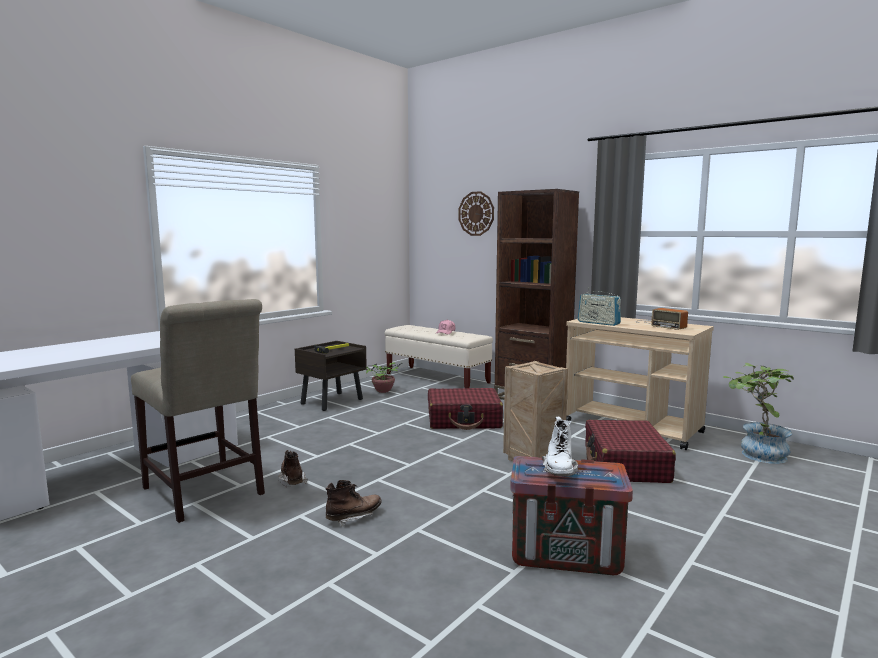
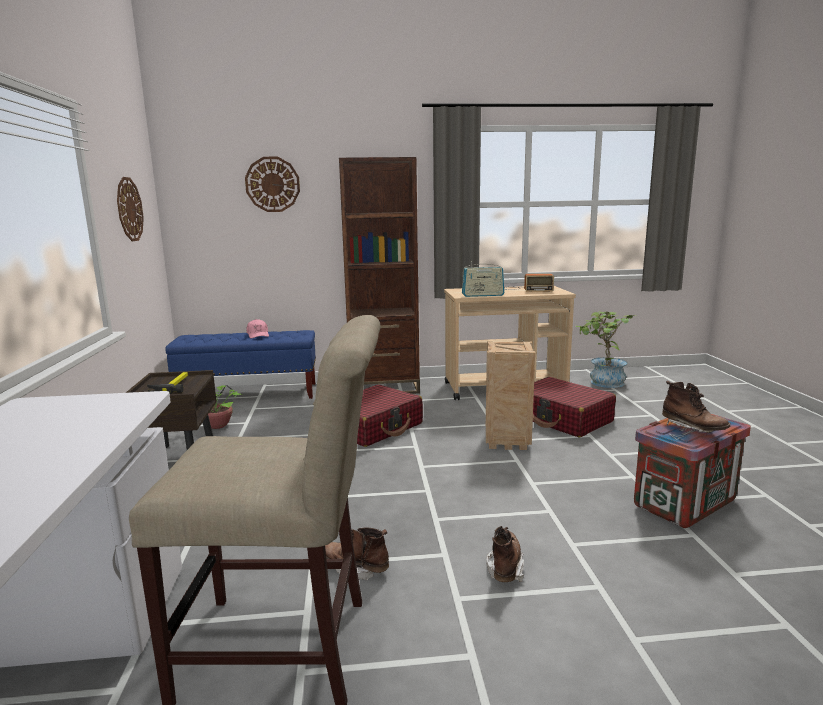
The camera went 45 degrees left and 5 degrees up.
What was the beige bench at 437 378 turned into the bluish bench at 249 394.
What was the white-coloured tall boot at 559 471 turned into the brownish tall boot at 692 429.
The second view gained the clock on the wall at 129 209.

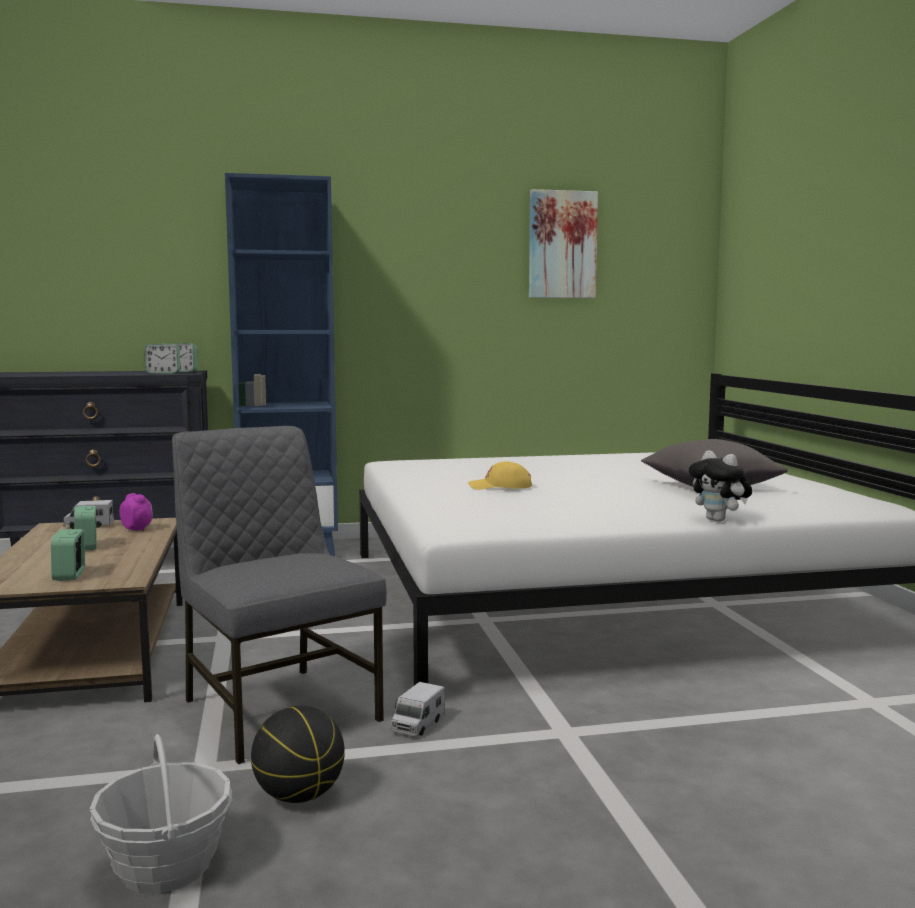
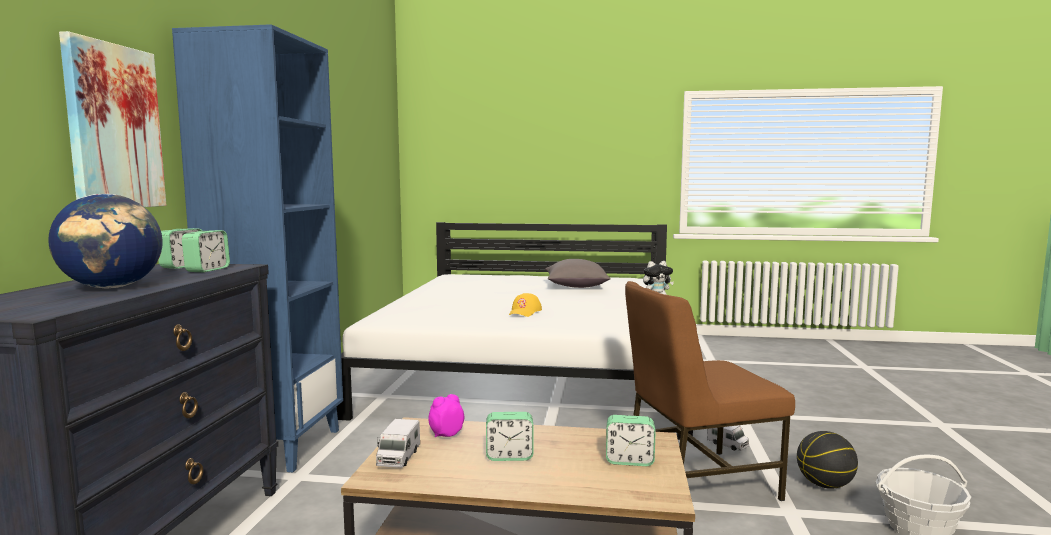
The camera went 70 degrees left and 0 degrees up.
What was the gray plain chair at 277 709 turned into the brownish plain chair at 697 482.
The picture ended up elsewhere, having gone from 562 245 to 113 127.
The second view gained the desk globe at 112 287.

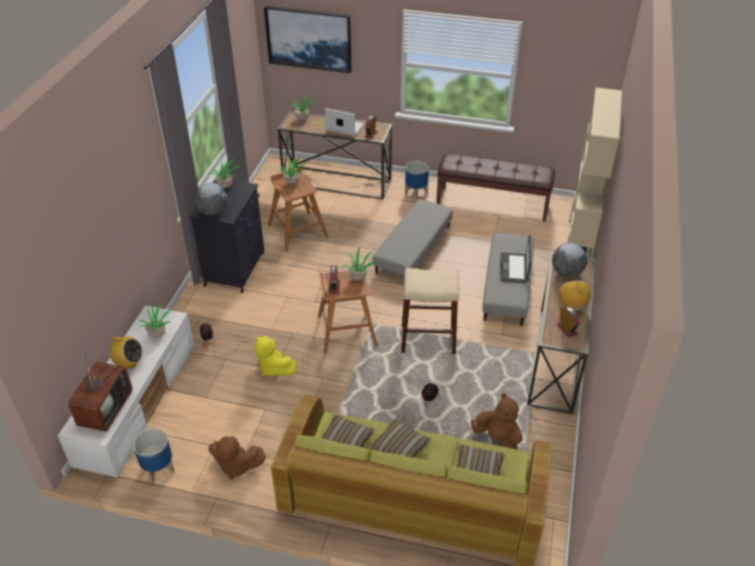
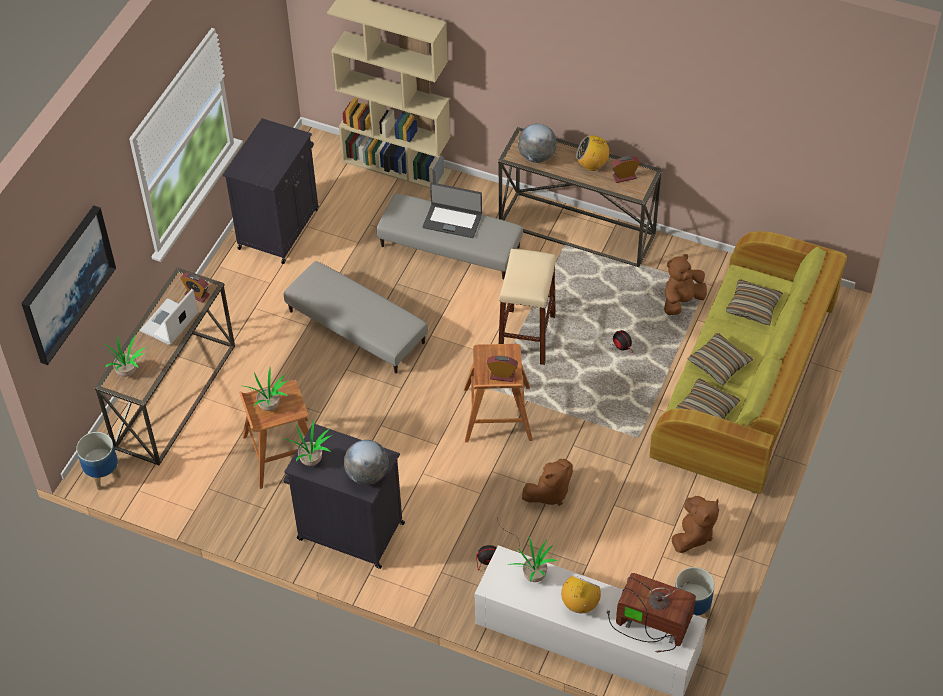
The camera went 80 degrees left and 10 degrees up.
What was the yellowish soft toy at 274 368 turned into the brownish soft toy at 549 493.
The second view lost the potted plant at 358 278.
The flower pot ended up elsewhere, having gone from 416 193 to 102 474.
Where the brownish bench stood at 493 203, the blackish storage cabinet came to stand at 279 227.

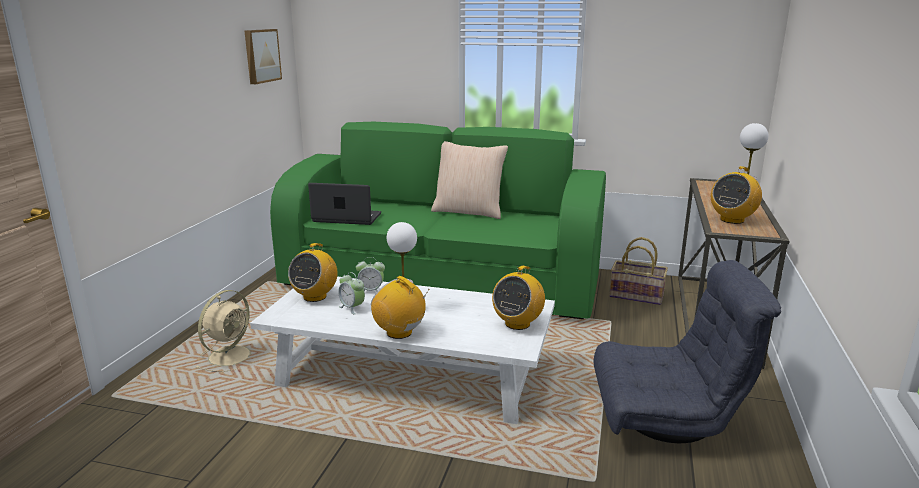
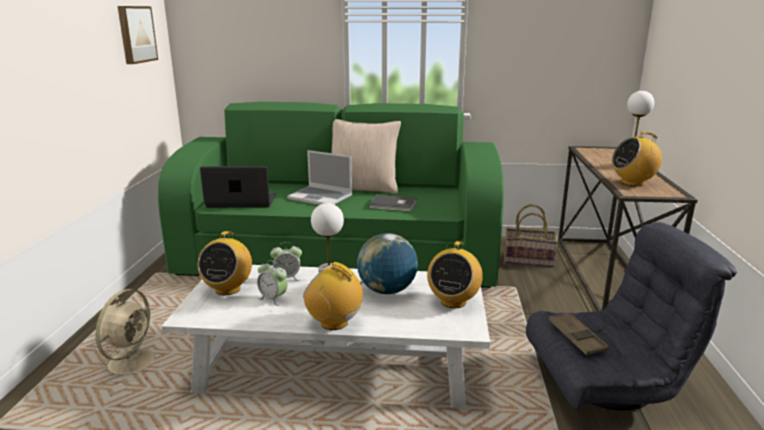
The camera went 10 degrees left and 0 degrees up.
The radio set at 732 220 ended up facing another way, 45 degrees clockwise from before.
The second view gained the notebook computer at 321 197.
The second view gained the desk globe at 387 290.
The second view gained the gray volume at 393 205.
The second view gained the brownish carrying tray at 576 337.

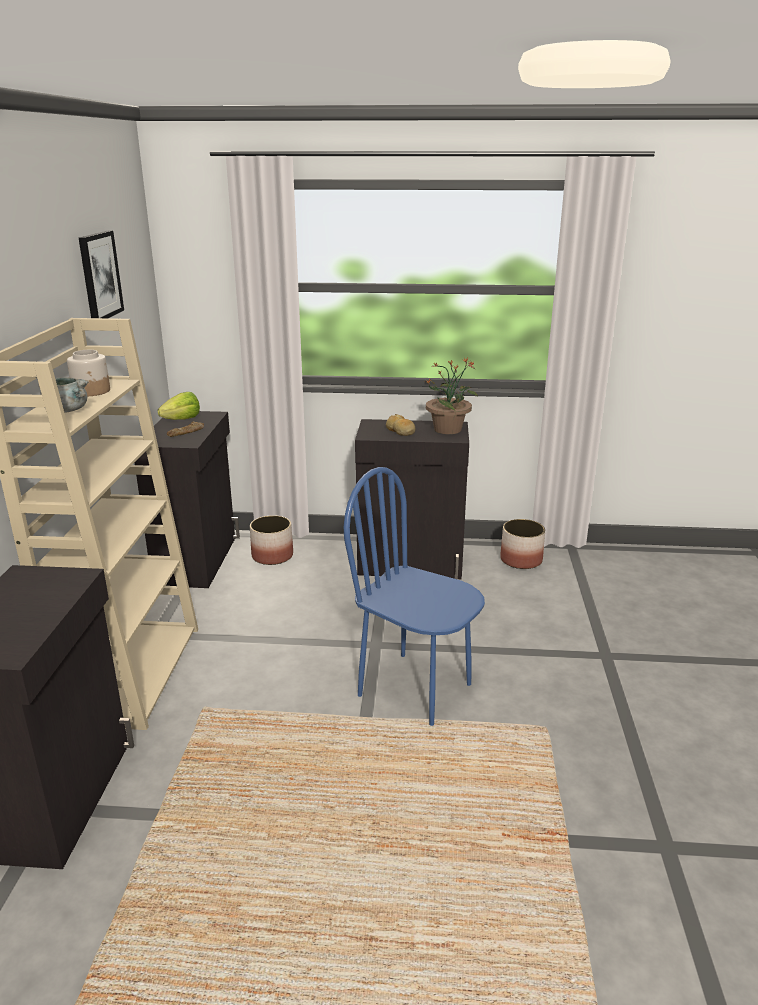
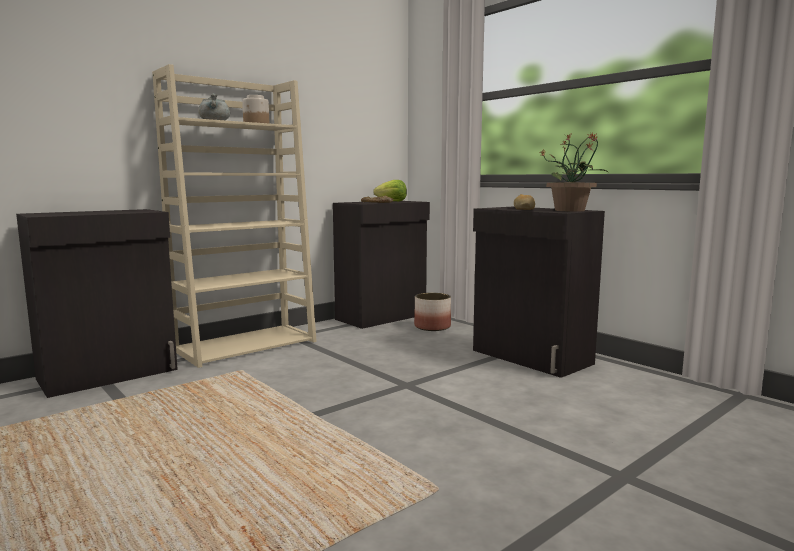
The camera went 45 degrees right and 15 degrees down.
The second view lost the picture at 100 276.
The second view lost the bluish plain chair at 415 689.
The second view lost the flower pot at 521 560.

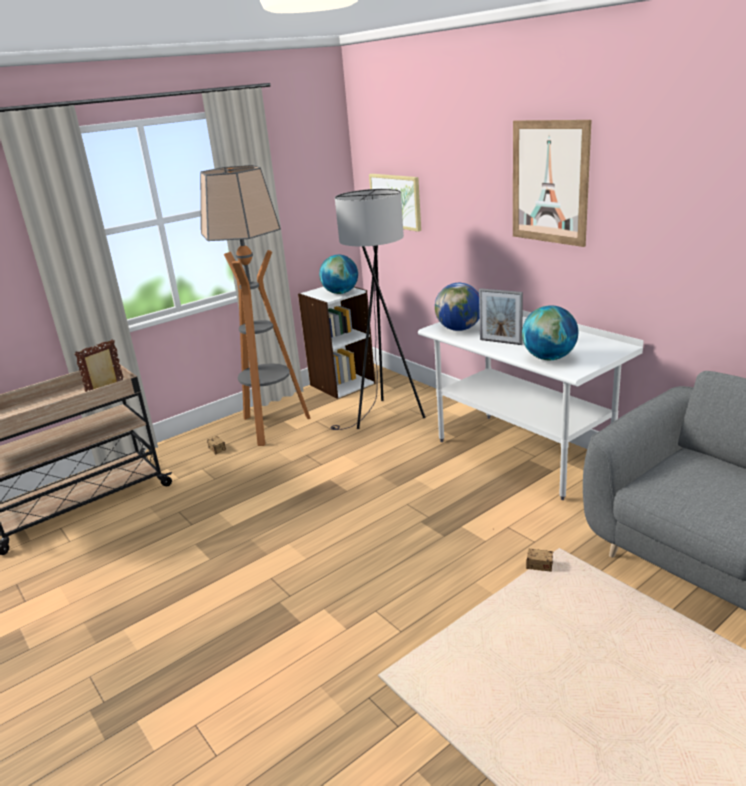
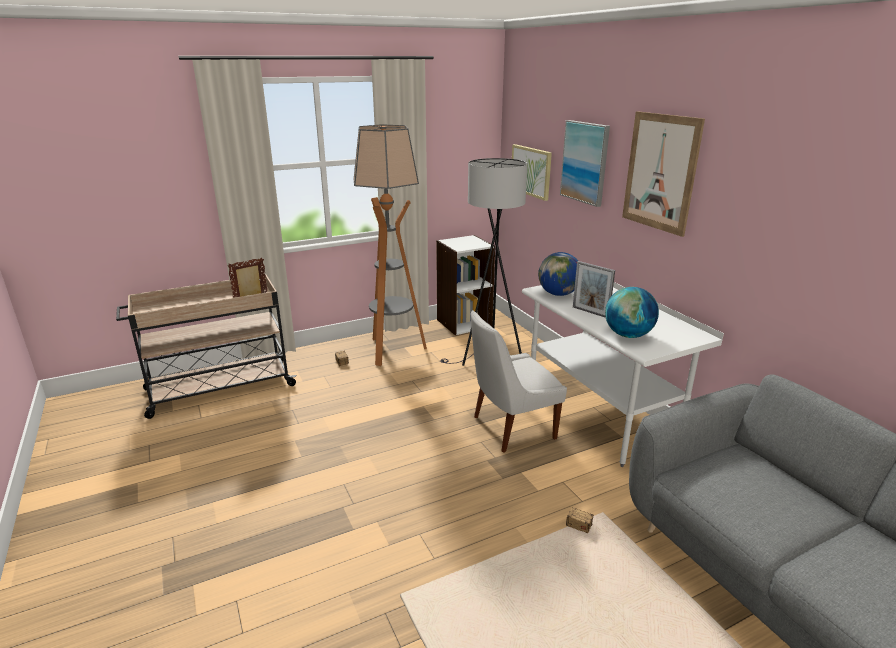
The camera went 10 degrees right and 0 degrees up.
The second view lost the desk globe at 340 293.
The second view gained the white-coloured plain chair at 510 428.
The second view gained the picture at 585 162.

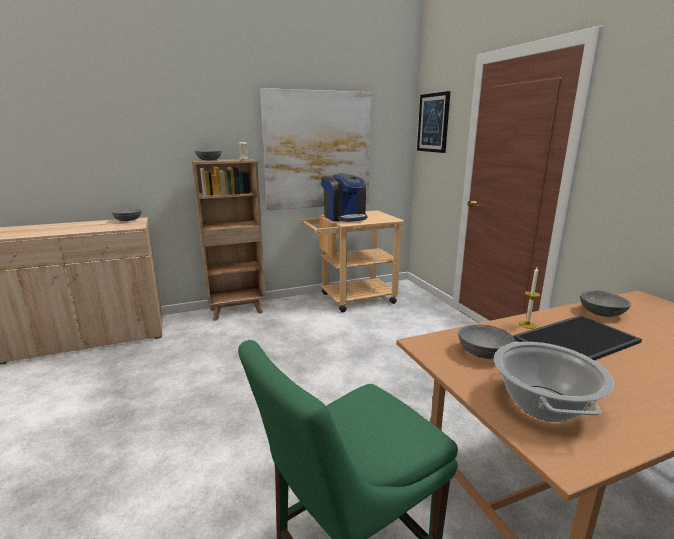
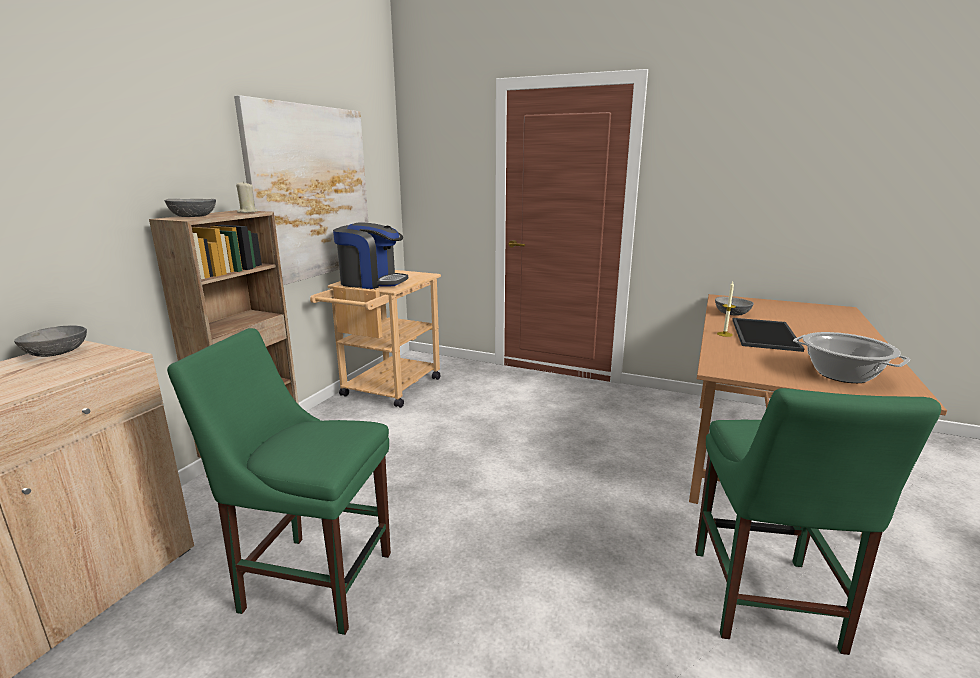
The camera went 45 degrees left and 0 degrees up.
The second view lost the picture at 433 123.
The second view lost the gray serving bowl at 484 353.
The second view gained the green plain chair at 311 579.

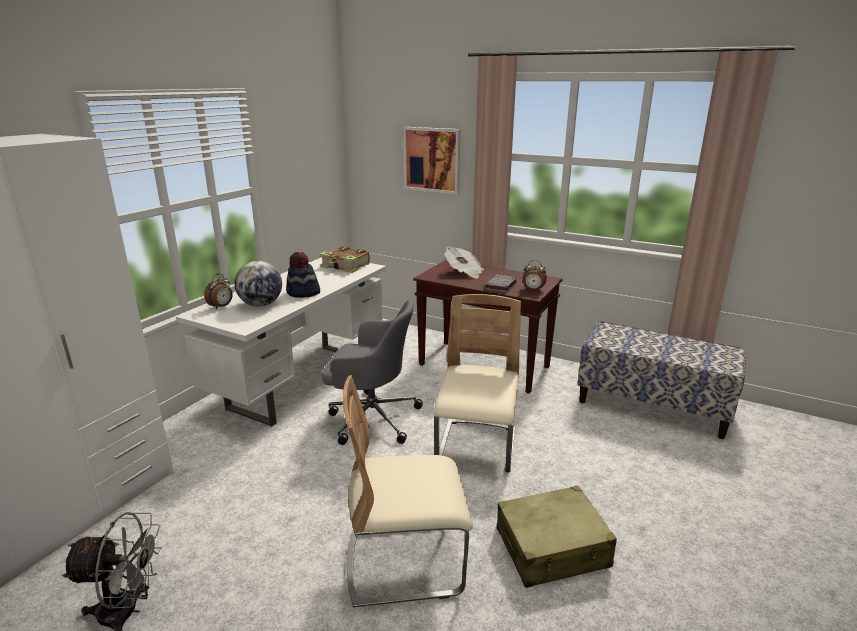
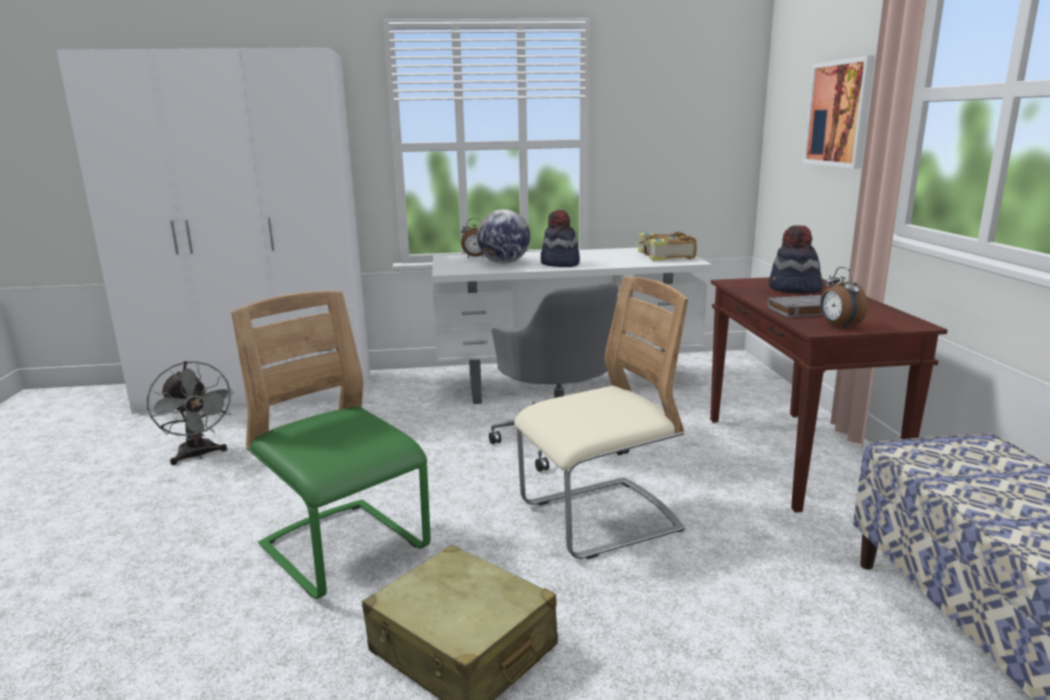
The camera went 55 degrees right and 5 degrees down.
What was the beige plain chair at 405 562 turned into the green plain chair at 344 549.
Where the newspaper stood at 464 272, the clothing hat came to stand at 794 289.

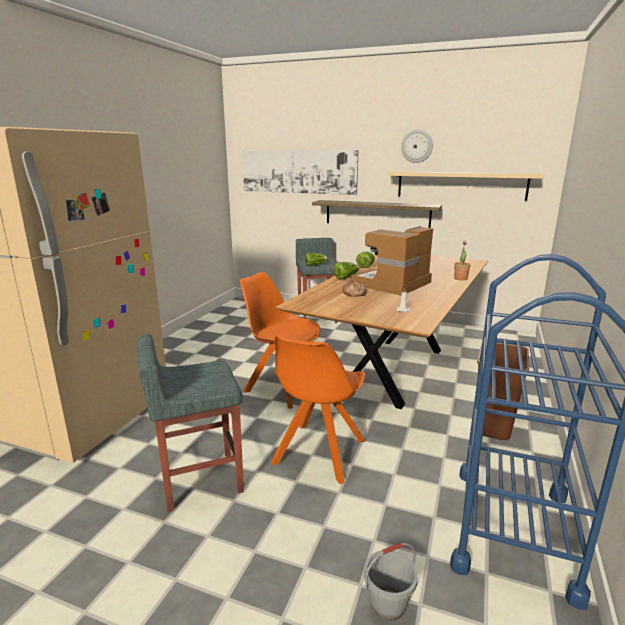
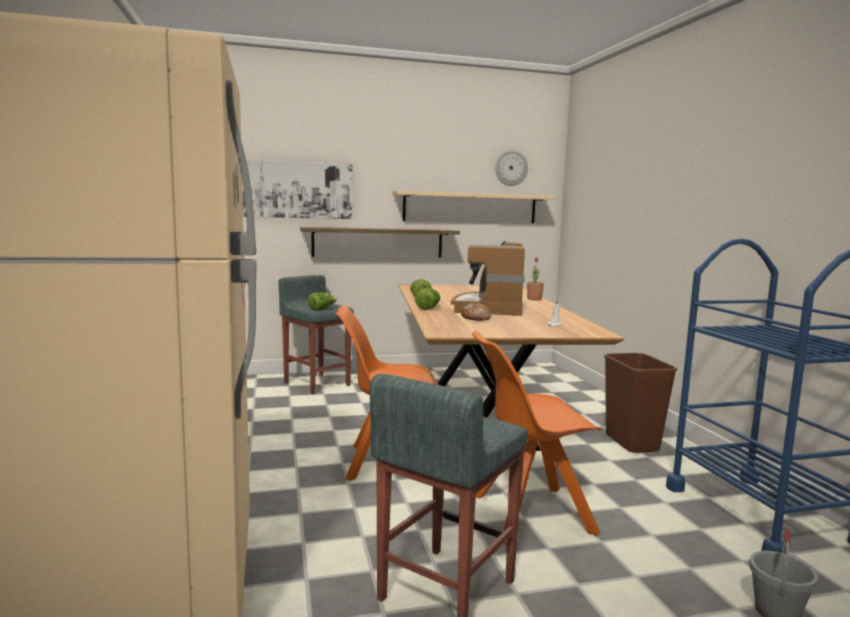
The camera went 35 degrees left and 10 degrees down.
The orange-coloured plain chair at 318 453 ended up facing another way, 90 degrees clockwise from before.
The clock on the wall ended up elsewhere, having gone from 417 146 to 511 168.

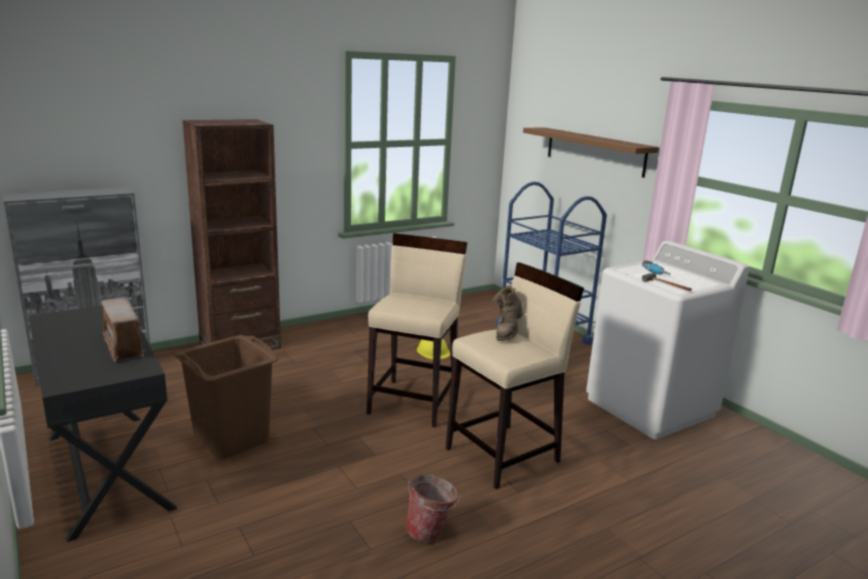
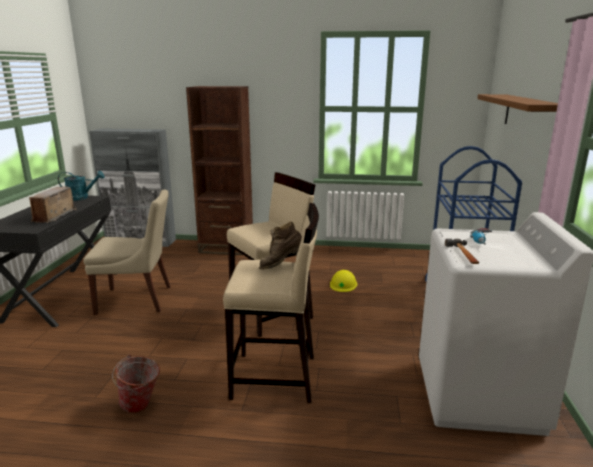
The camera went 40 degrees right and 0 degrees up.
Where the brownish washing basket stood at 232 439, the beige plain chair came to stand at 137 300.
The second view gained the turquoise-coloured watering can at 82 197.

